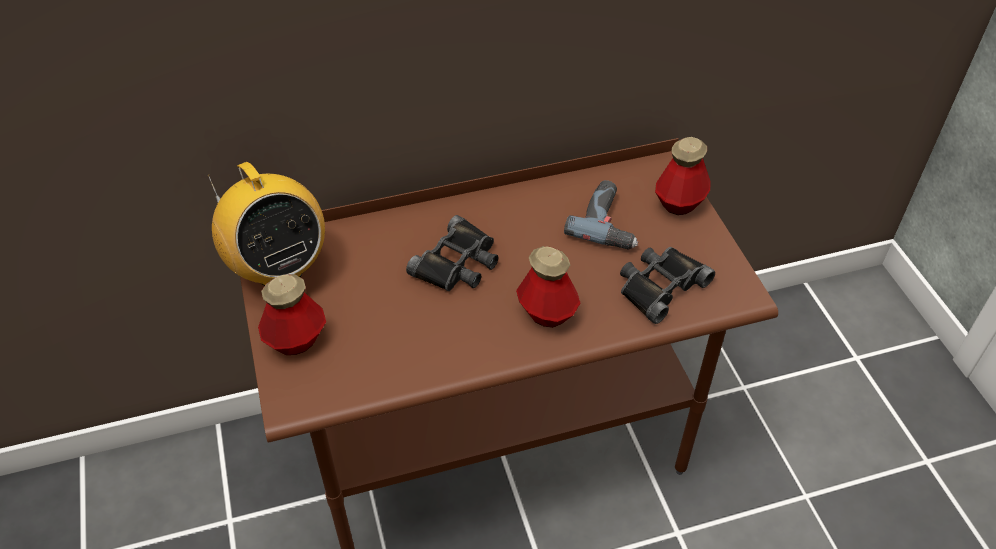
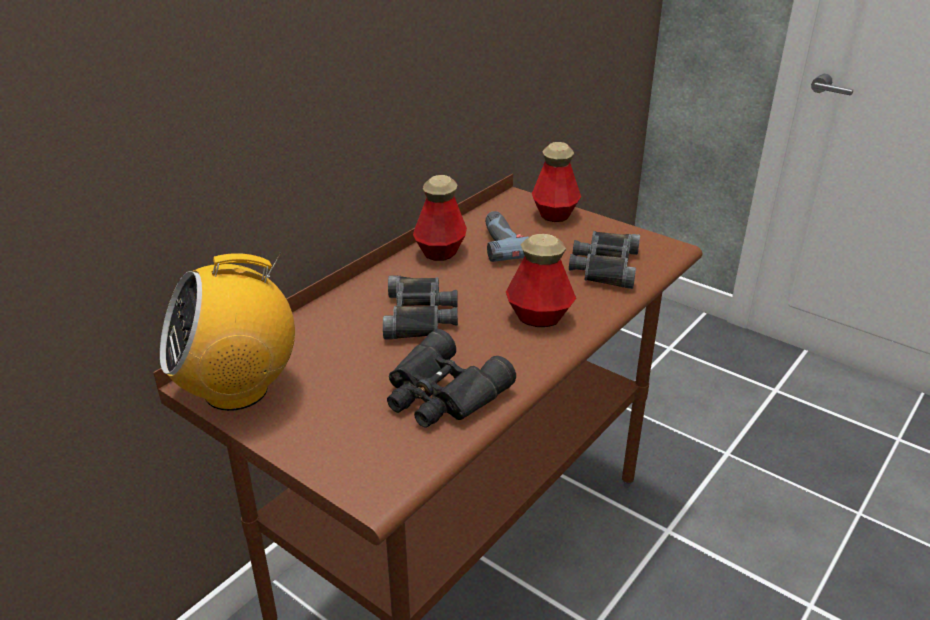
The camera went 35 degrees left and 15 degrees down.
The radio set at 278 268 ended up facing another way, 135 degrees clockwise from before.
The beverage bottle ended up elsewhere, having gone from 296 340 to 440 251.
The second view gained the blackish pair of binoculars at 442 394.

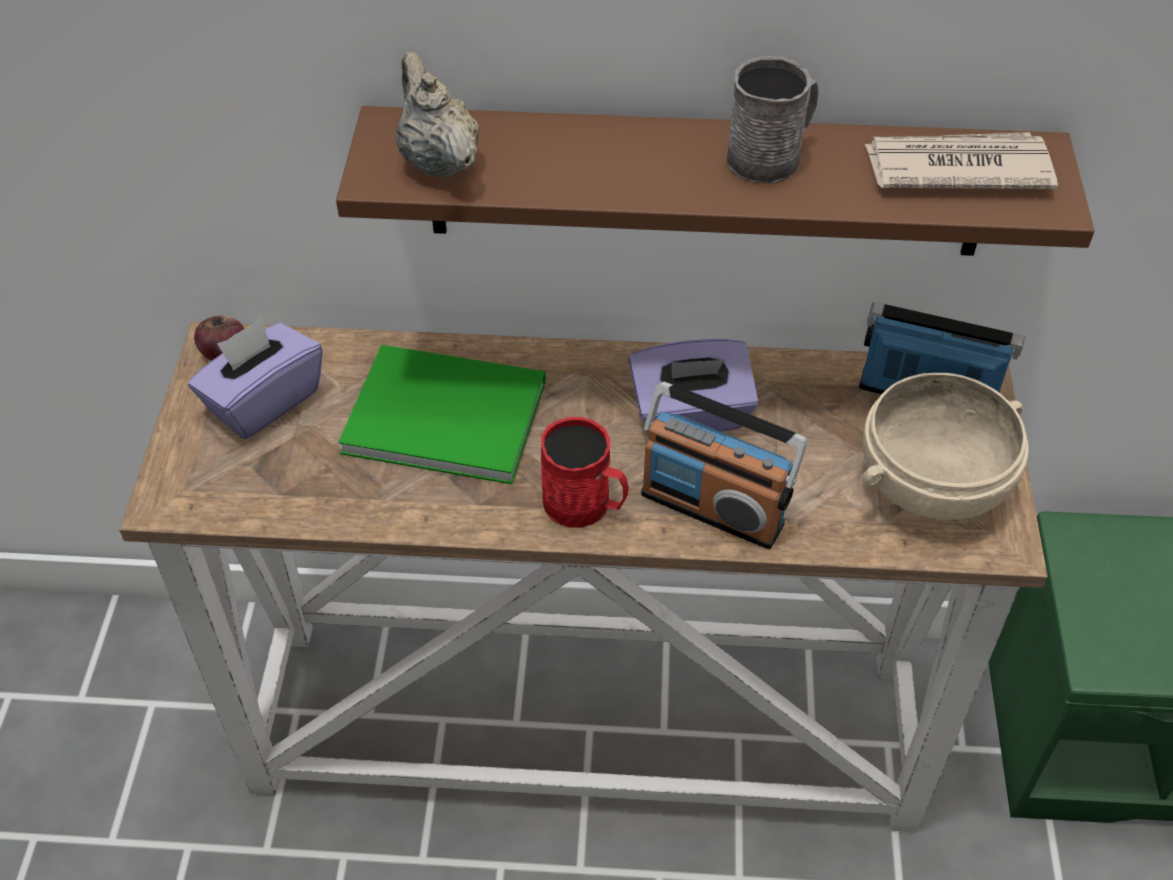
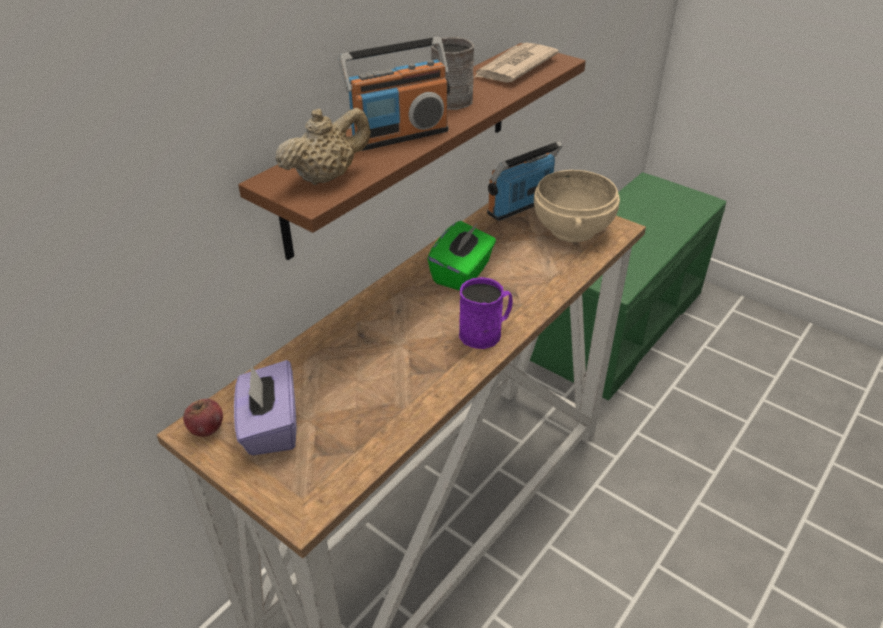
The camera went 55 degrees left and 10 degrees down.
The second view lost the green volume at 441 412.
The beige tea pot at 438 161 ended up facing another way, 135 degrees clockwise from before.
What was the red-coloured coffee mug at 585 505 turned into the purple coffee mug at 485 333.
What was the purple box of tissues at 690 415 turned into the green box of tissues at 462 273.
The radio set ended up elsewhere, having gone from 713 507 to 399 135.

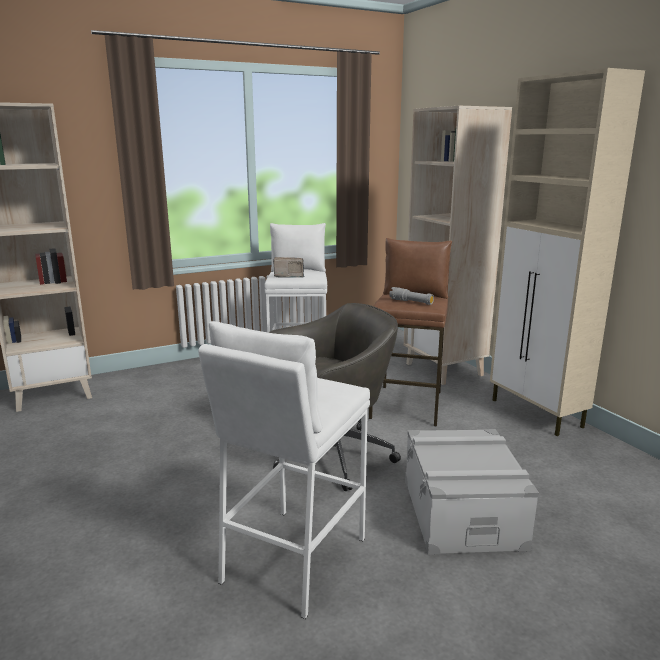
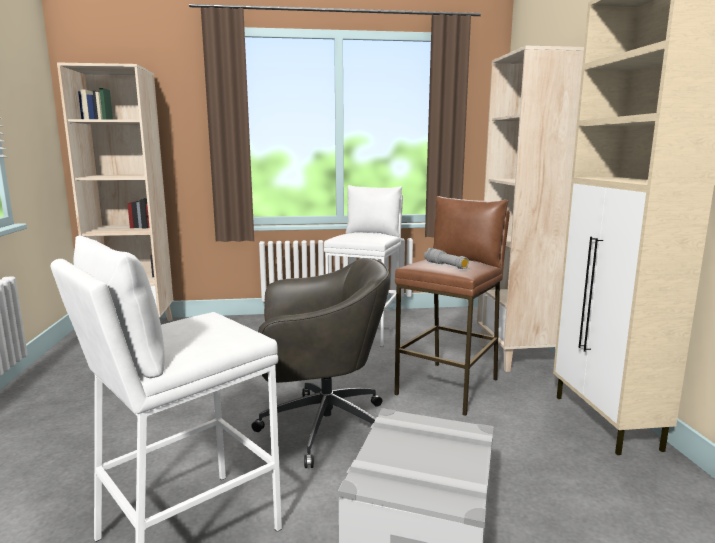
The camera went 20 degrees right and 5 degrees down.
The second view lost the radio set at 288 276.

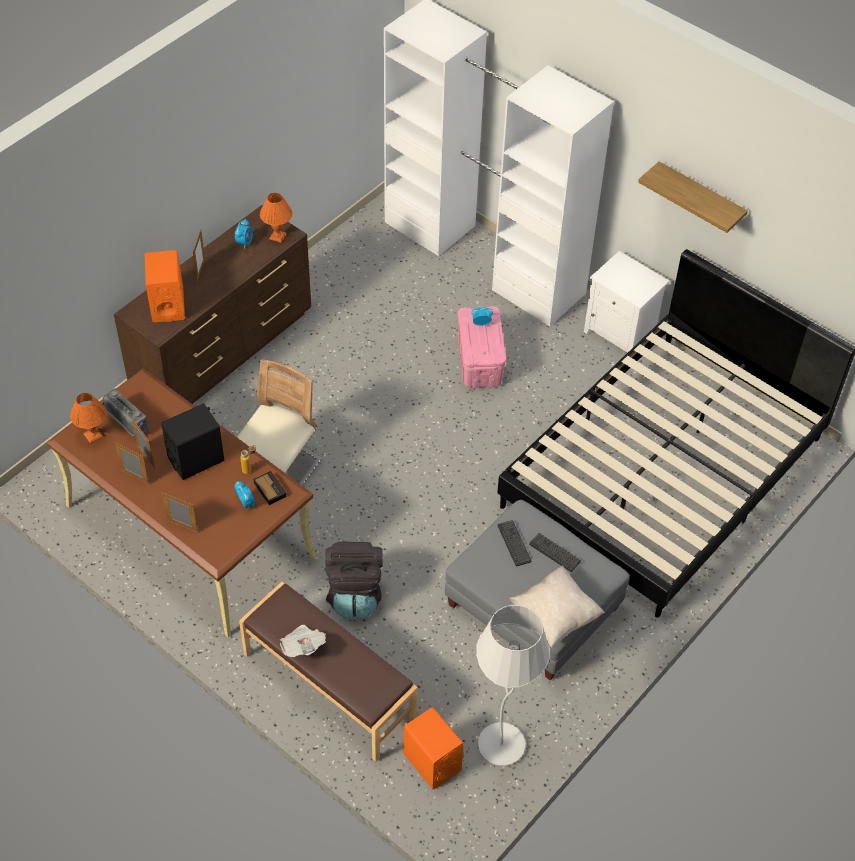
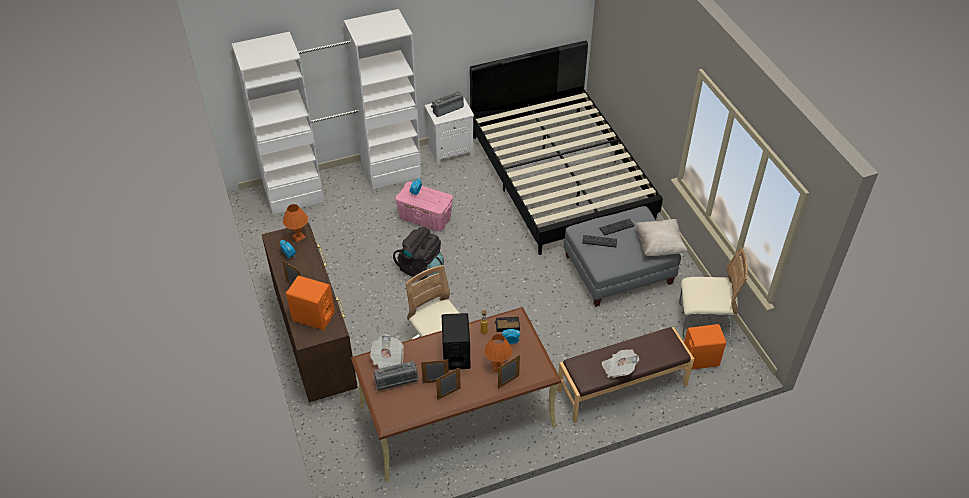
The camera went 60 degrees left and 5 degrees down.
The orange-coloured table lamp ended up elsewhere, having gone from 93 435 to 497 366.
The blackish knapsack ended up elsewhere, having gone from 355 594 to 421 269.
Where the white-coloured floor lamp stood at 501 745, the beige plain chair came to stand at 704 323.
The second view lost the wall shelf at 700 197.
The second view gained the newspaper at 387 361.
The second view gained the radio set at 447 109.

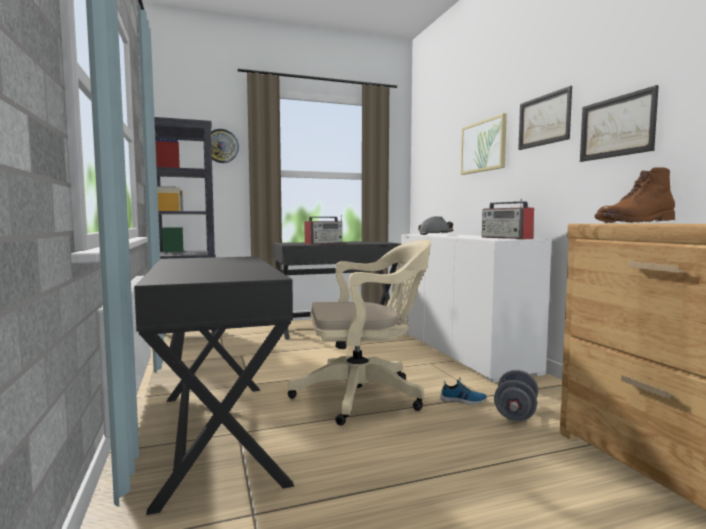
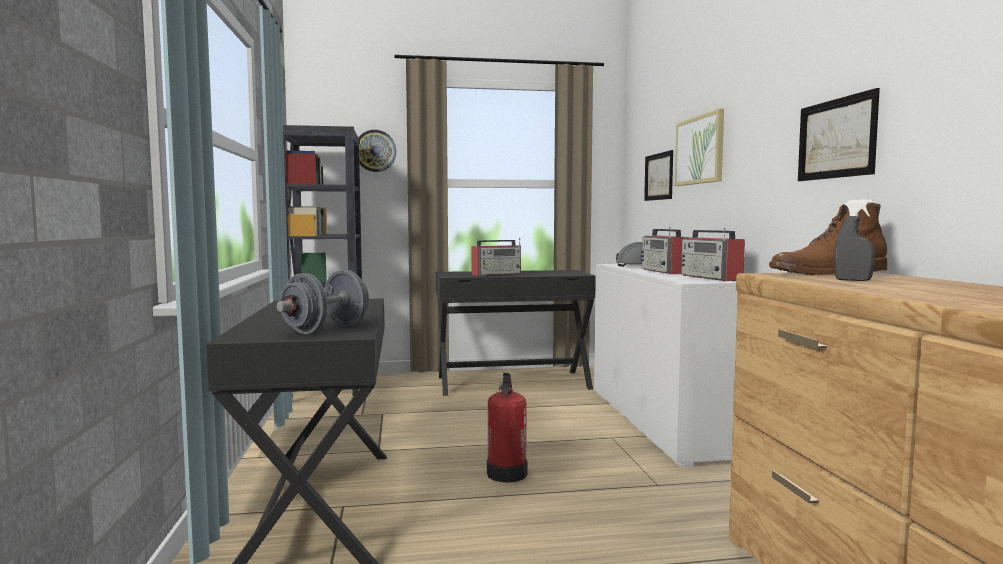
The camera went 10 degrees right and 0 degrees up.
Where the beige desk chair stood at 365 395, the fire-fighting cylinder came to stand at 507 473.
The second view lost the low shoe at 463 400.
The gray dumbbell ended up elsewhere, having gone from 515 413 to 326 329.
The picture ended up elsewhere, having gone from 544 120 to 659 176.
The second view gained the radio set at 664 271.
The second view gained the gray spray bottle at 853 280.

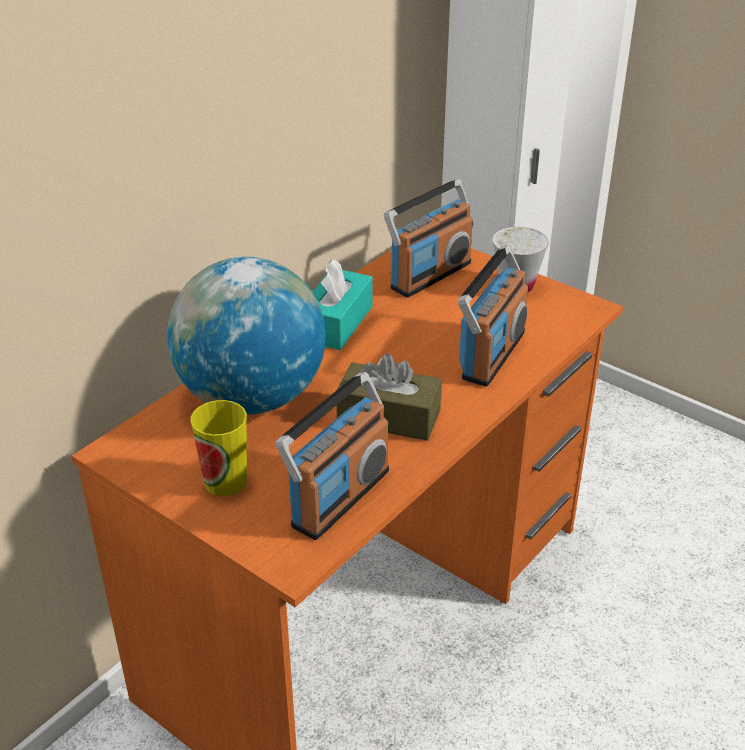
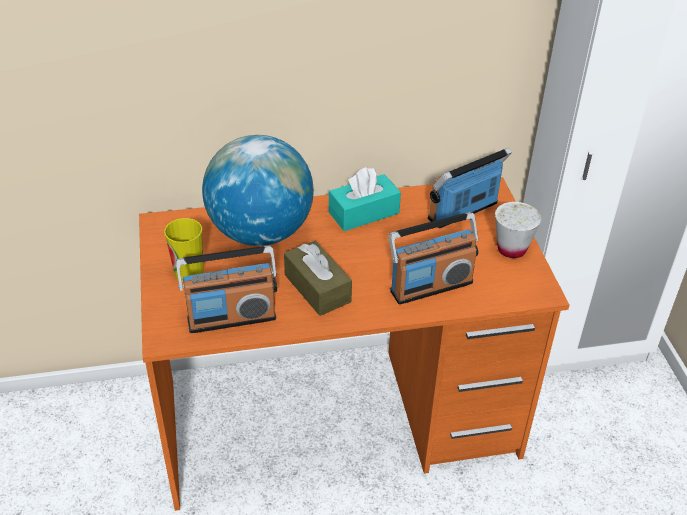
The camera went 40 degrees right and 5 degrees up.
The radio set at 430 275 ended up facing another way, 150 degrees clockwise from before.

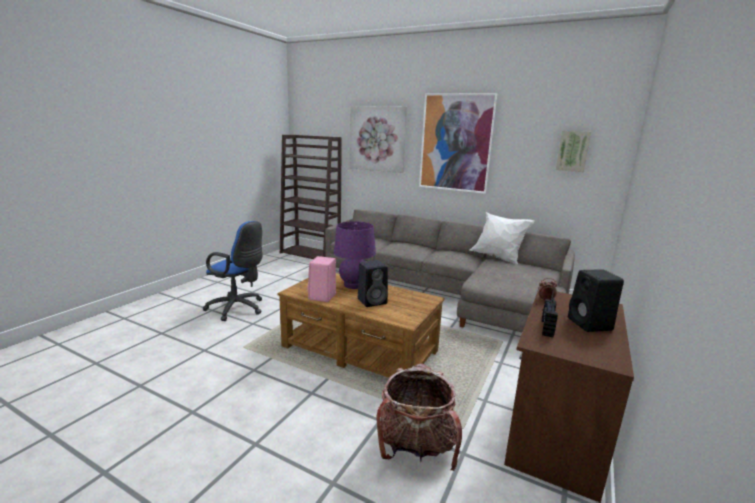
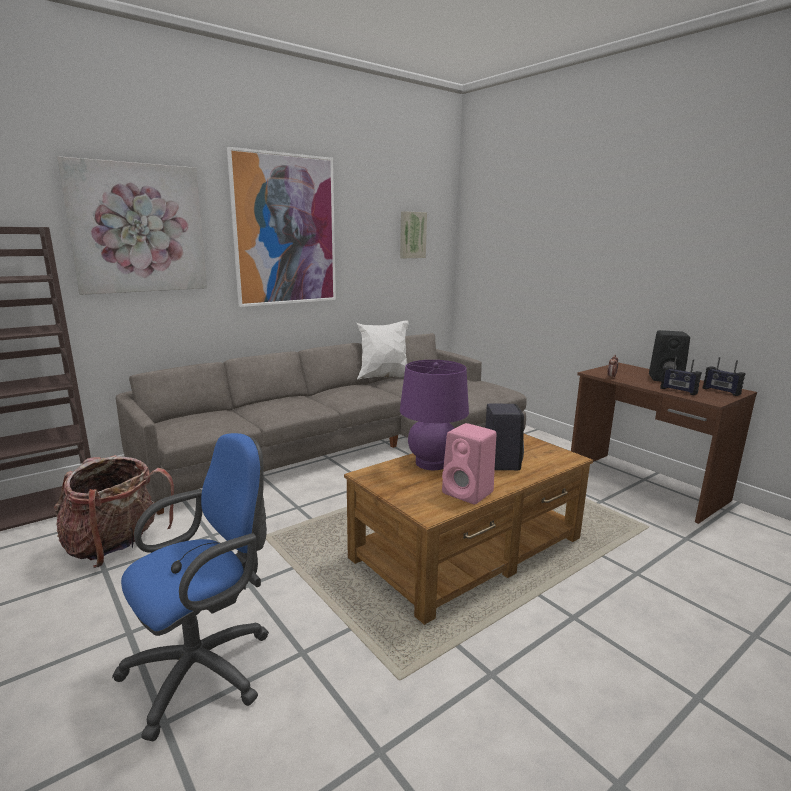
The camera went 65 degrees left and 0 degrees up.
The knapsack ended up elsewhere, having gone from 416 449 to 116 547.
The second view gained the radio set at 721 391.

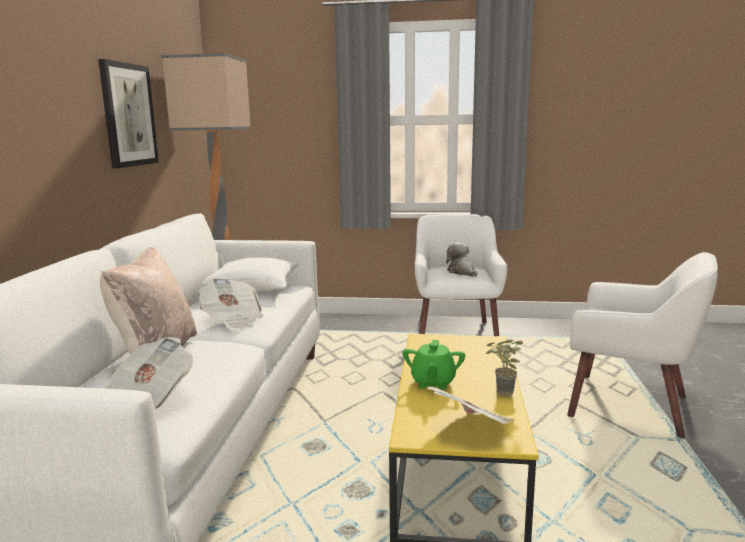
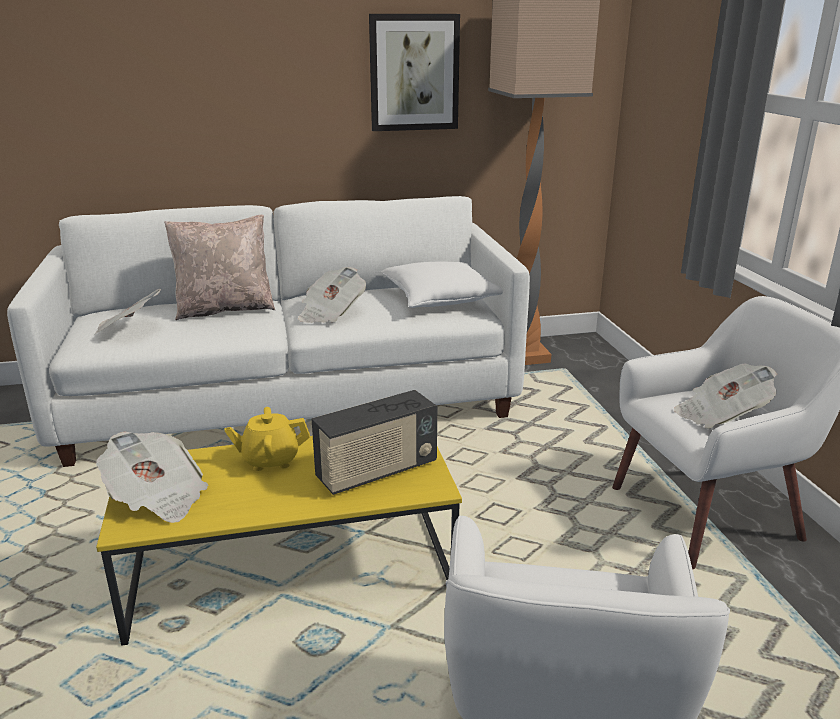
The camera went 70 degrees right and 10 degrees up.
What was the green tea pot at 433 382 turned into the yellowish tea pot at 270 460.
Where the soft toy stood at 462 272, the newspaper came to stand at 720 416.
The second view lost the potted plant at 501 394.
The second view gained the radio set at 377 471.

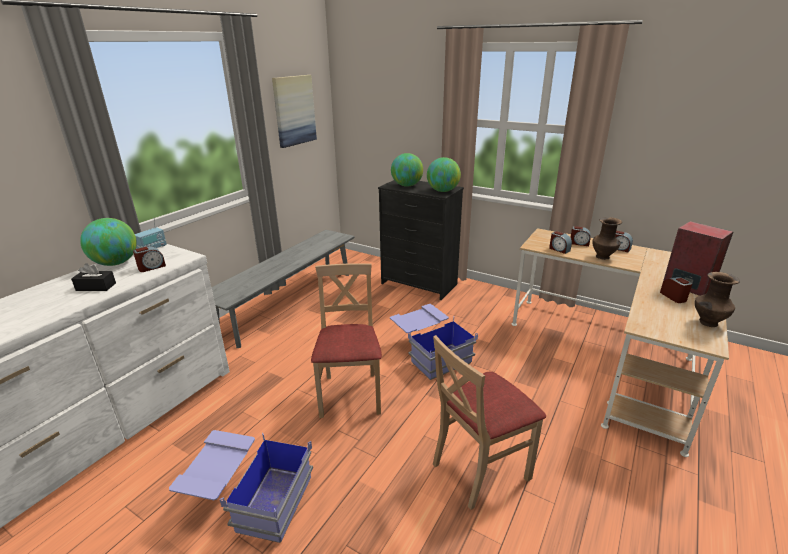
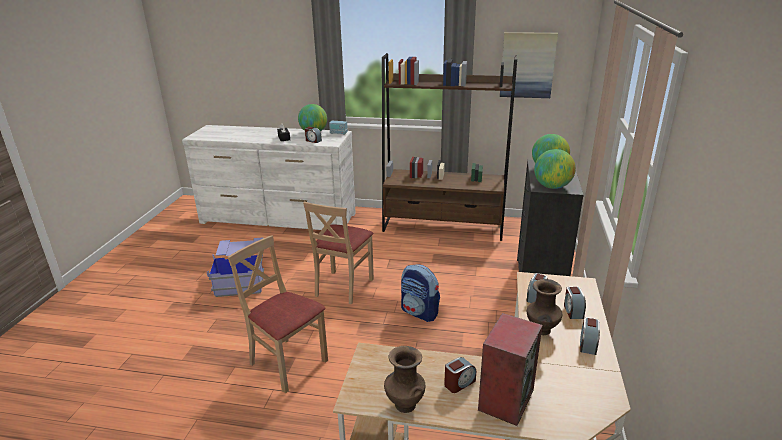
The camera went 70 degrees right and 0 degrees up.
Where the gray bench stood at 289 302, the brownish shelving unit came to stand at 443 227.
The beige plain chair at 350 394 ended up facing another way, 135 degrees clockwise from before.
Where the bluish storage box stood at 430 352, the knapsack came to stand at 420 312.

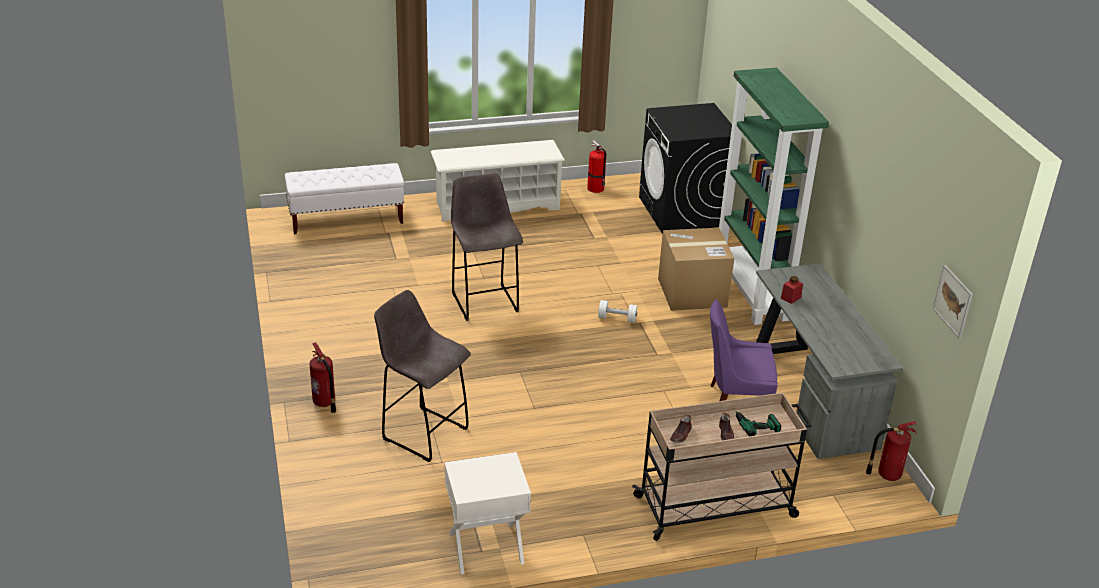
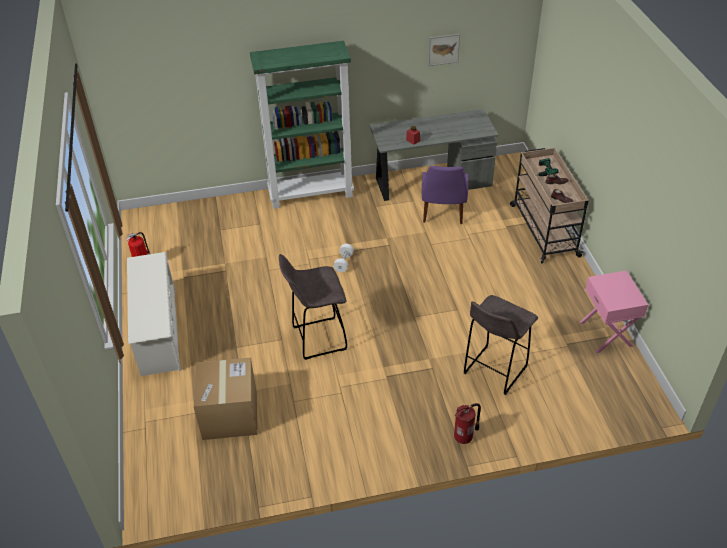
The camera went 85 degrees left and 10 degrees up.
The second view lost the white-coloured bench at 346 219.
What was the white-coloured bedside table at 486 548 turned into the pink-coloured bedside table at 606 334.
The second view lost the blackish laundry appliance at 682 211.
The carton ended up elsewhere, having gone from 692 292 to 230 415.
The second view lost the fire-fighting cylinder at 887 474.
The picture ended up elsewhere, having gone from 953 301 to 443 49.

